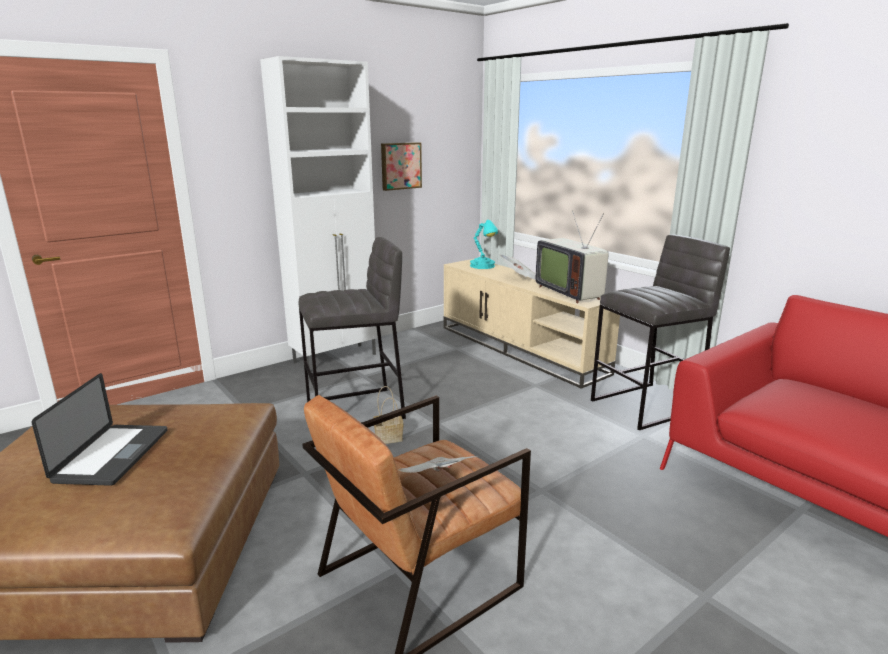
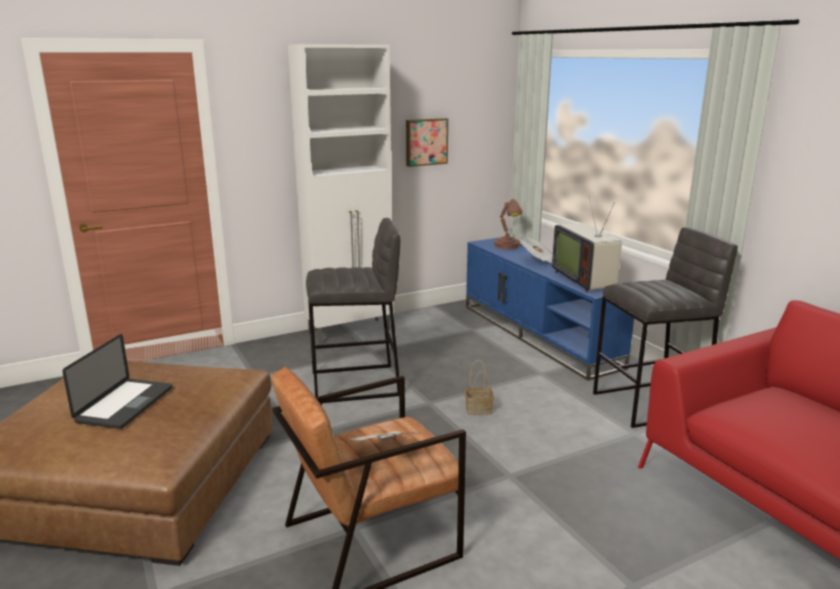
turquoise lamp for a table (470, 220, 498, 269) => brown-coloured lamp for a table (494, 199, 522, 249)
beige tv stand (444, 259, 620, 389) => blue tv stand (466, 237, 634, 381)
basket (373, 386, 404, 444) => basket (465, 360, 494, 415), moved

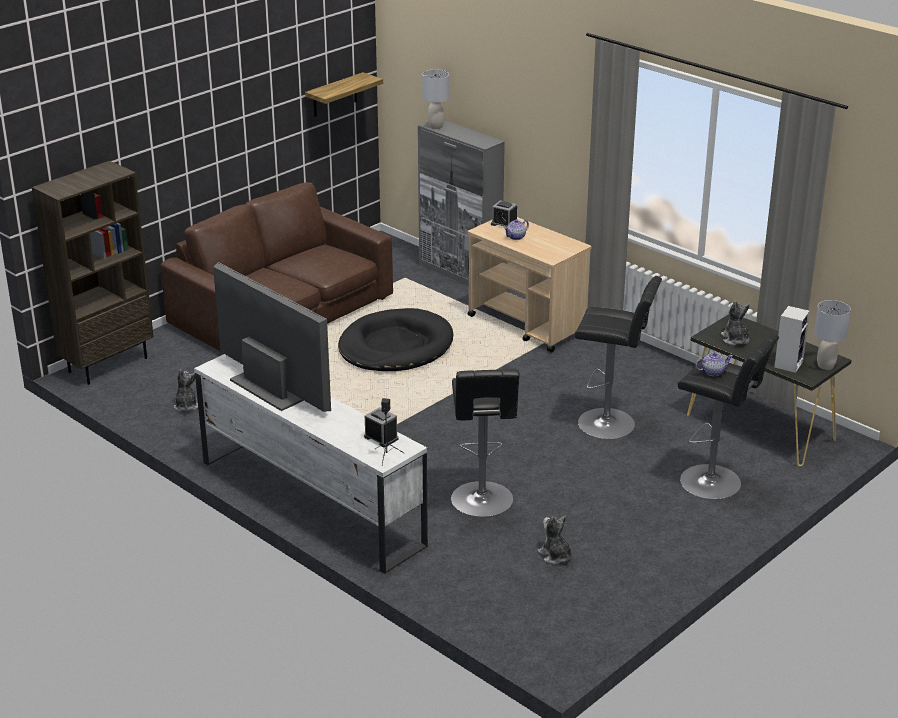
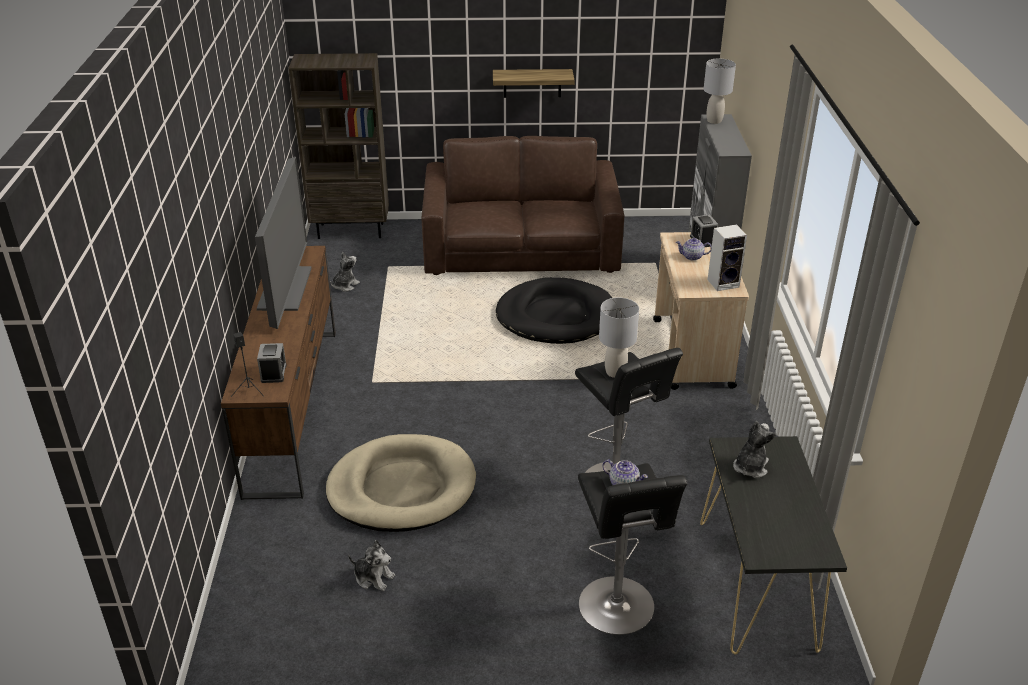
shelf (305, 72, 383, 117) => shelf (493, 69, 575, 98), moved
grey lamp for a table (814, 300, 851, 370) => grey lamp for a table (599, 297, 639, 378), moved
loudspeaker (774, 306, 810, 373) => loudspeaker (708, 224, 747, 291), moved
whitish tv stand (194, 354, 428, 574) => brown-coloured tv stand (221, 246, 336, 500)
black-coloured stool seat (451, 369, 519, 517) => beige dog cushion (326, 434, 476, 532)
soft toy (538, 515, 572, 564) => soft toy (348, 540, 395, 591), 105 degrees clockwise

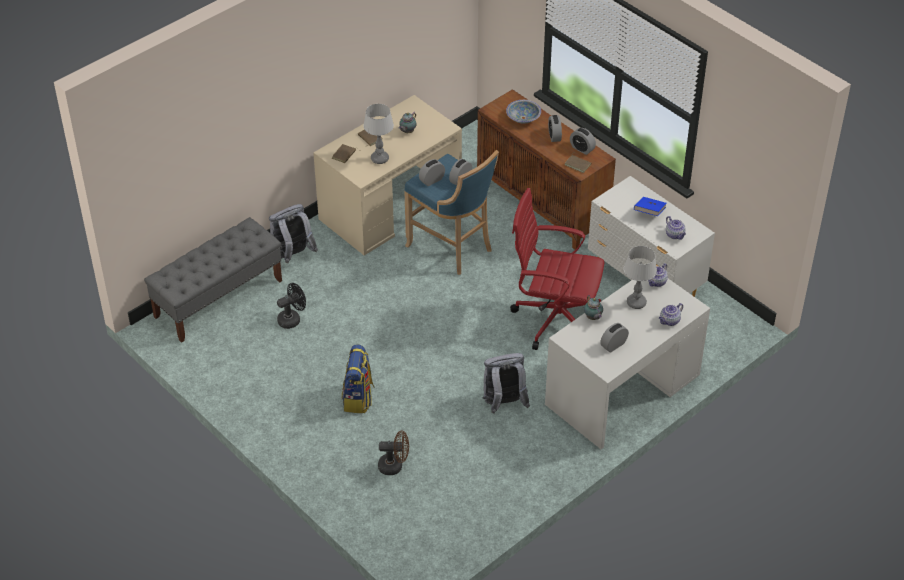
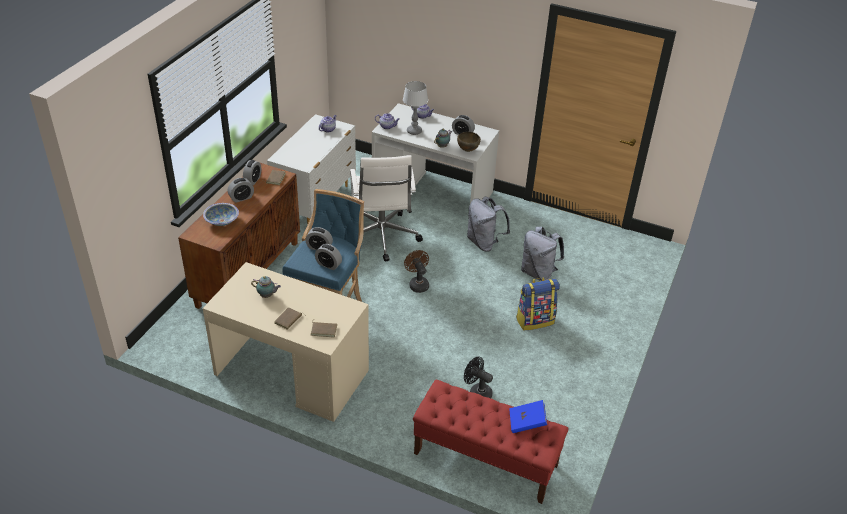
lamp for a table (363, 104, 394, 164) => nothing
reddish computer chair (510, 188, 604, 350) => whitish computer chair (350, 155, 423, 262)
blue volume (634, 197, 667, 216) => blue volume (509, 400, 547, 433), moved
grey backpack (269, 204, 318, 263) => grey backpack (521, 227, 564, 281), moved
grey long seat (144, 217, 282, 343) => reddish long seat (413, 379, 569, 504)
brown-coloured cooling fan (378, 431, 409, 475) => brown-coloured cooling fan (404, 250, 429, 293), moved
nothing => brown-coloured bowl (457, 132, 481, 152)

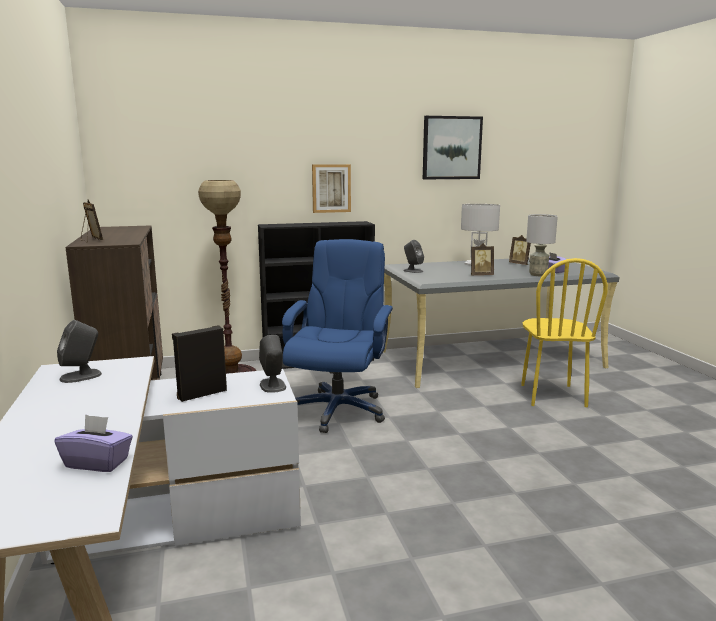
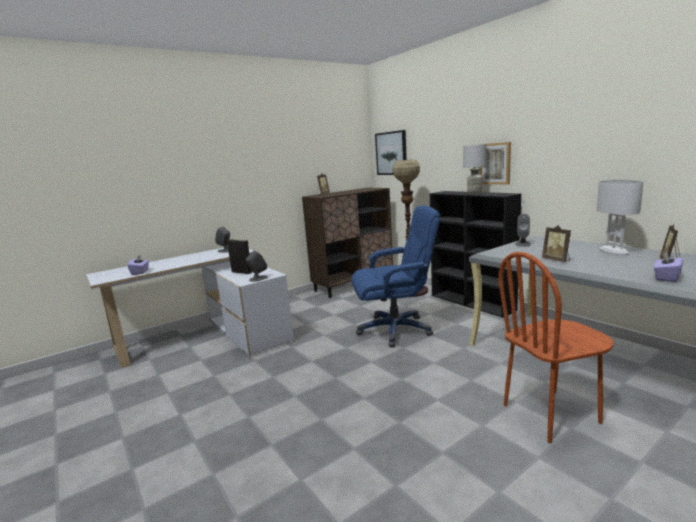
wall picture (423, 116, 483, 180) => wall picture (375, 130, 407, 175), moved
grey lamp for a table (526, 214, 558, 276) => grey lamp for a table (463, 144, 487, 194), moved
yellow-coloured chair (521, 258, 608, 407) => brown-coloured chair (498, 252, 613, 443)

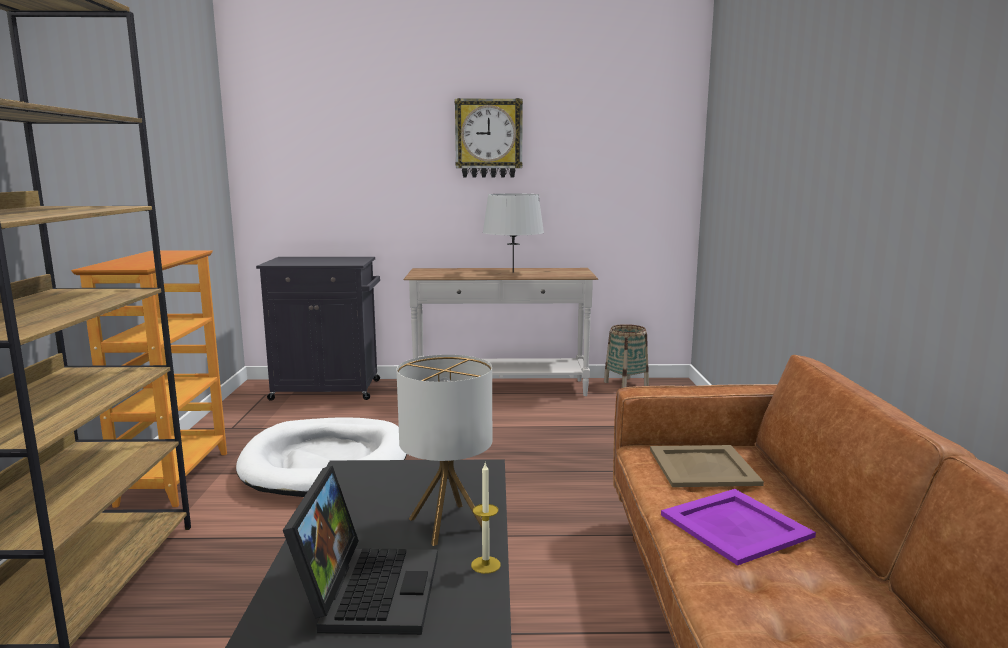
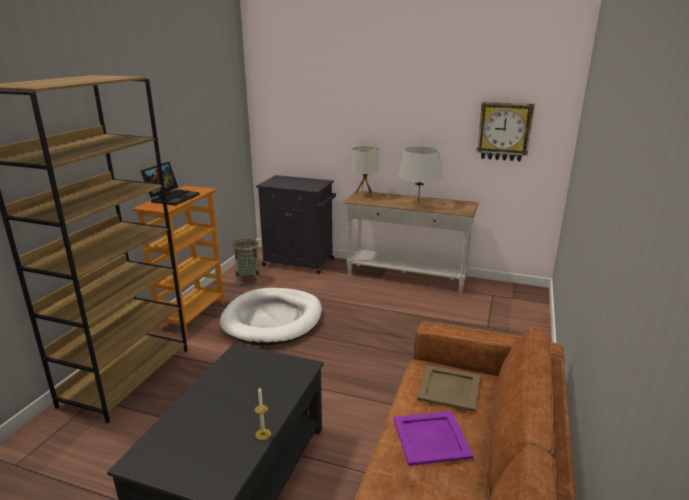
wall clock (455, 98, 523, 178) => wall clock (477, 102, 535, 161), moved
basket (604, 324, 649, 388) => basket (233, 239, 260, 286), moved
lamp for a table (397, 355, 492, 546) => lamp for a table (352, 146, 379, 198), moved
notebook computer (283, 466, 438, 635) => notebook computer (141, 162, 200, 206), moved

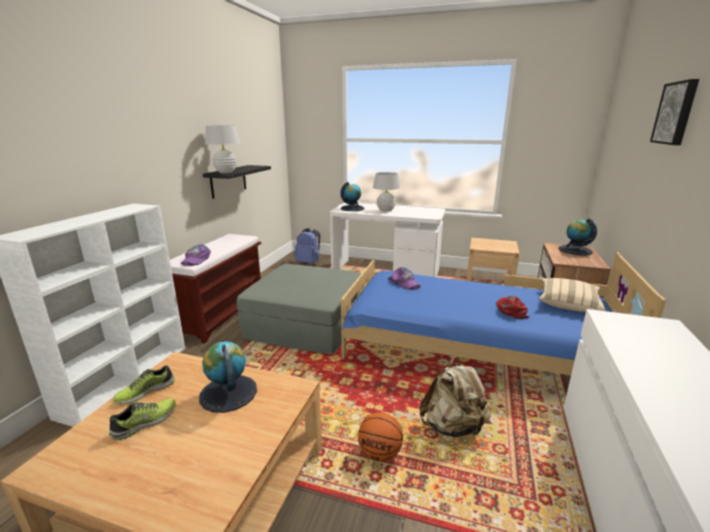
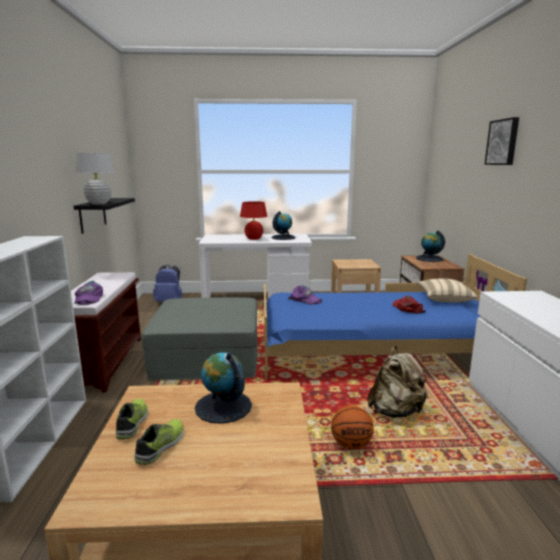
whitish lamp for a table (373, 172, 400, 211) => reddish lamp for a table (240, 201, 267, 240)
world globe (340, 182, 364, 211) => world globe (272, 211, 295, 240), moved
low shoe (113, 365, 175, 404) => low shoe (116, 398, 148, 440), 150 degrees clockwise

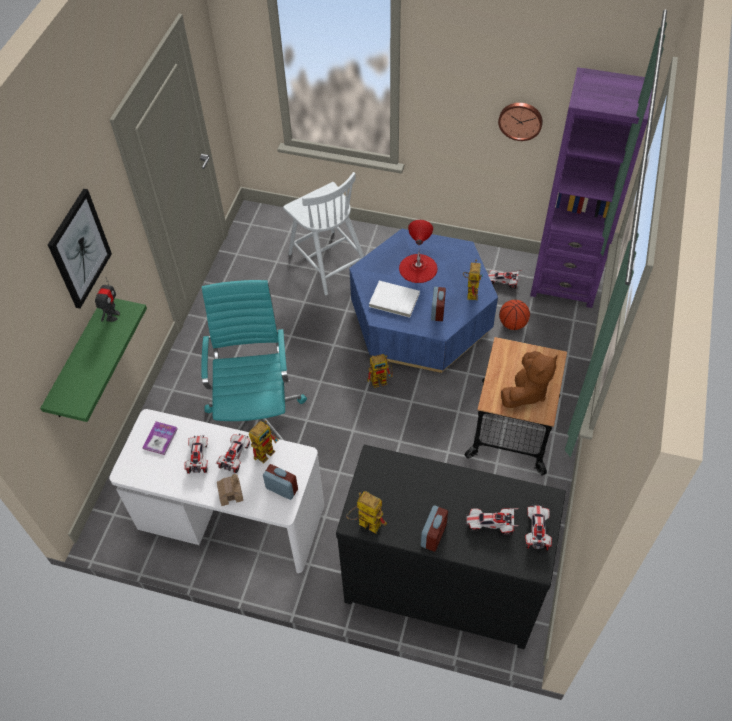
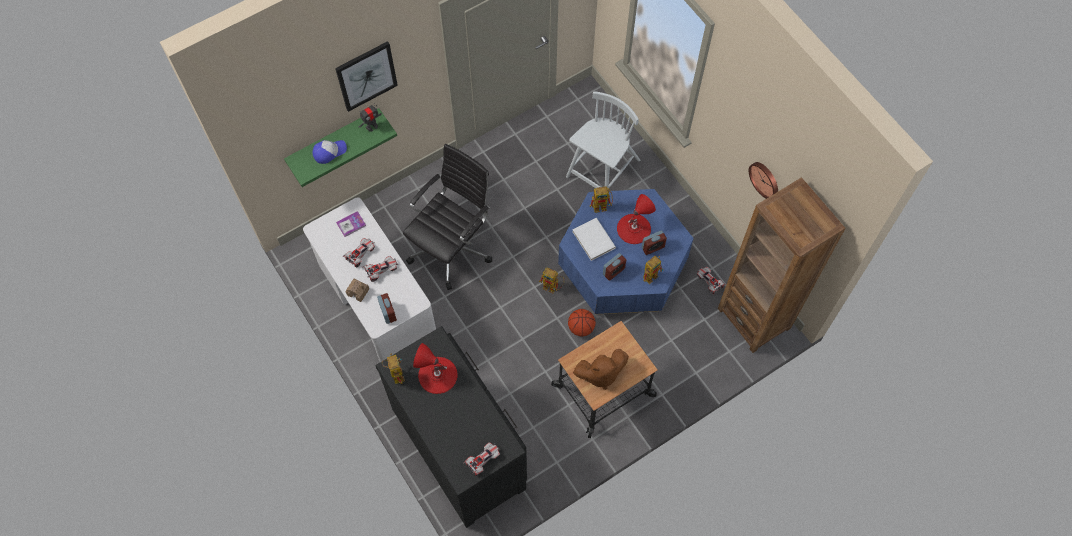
purple bookcase (530, 67, 652, 308) => brown-coloured bookcase (718, 177, 845, 353)
whitish chair (283, 172, 364, 295) => whitish chair (566, 91, 640, 188), 150 degrees counterclockwise
turquoise computer chair (201, 280, 307, 441) => black-coloured computer chair (403, 144, 492, 290)
basketball ball (499, 300, 530, 330) => basketball ball (568, 309, 596, 337), moved
toy robot (249, 420, 279, 463) => toy robot (590, 186, 613, 213), moved
table clock (421, 505, 448, 552) => table clock (642, 230, 667, 255), moved
toy car (466, 508, 519, 535) => nothing
nothing => baseball cap (313, 140, 347, 164)
nothing => reddish lamp for a table (413, 343, 458, 394)

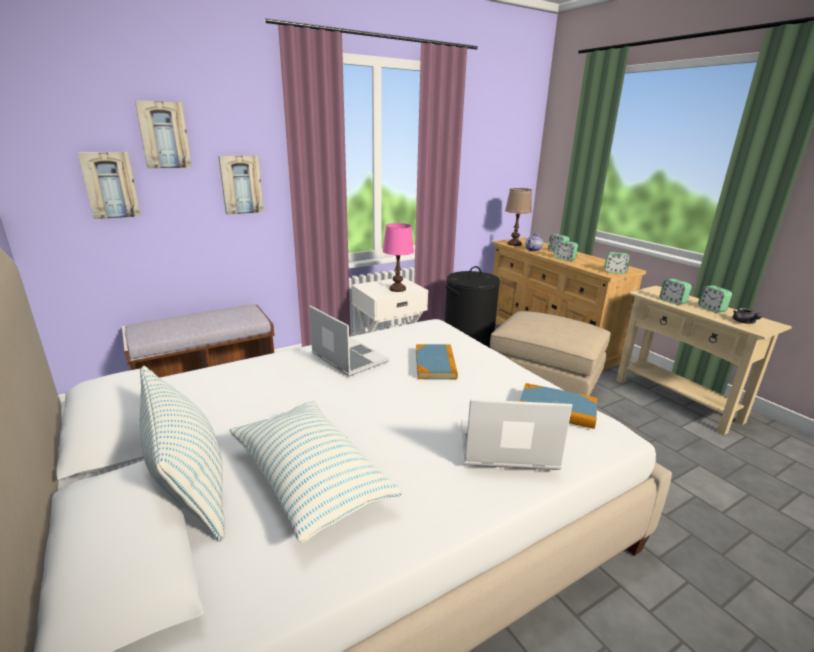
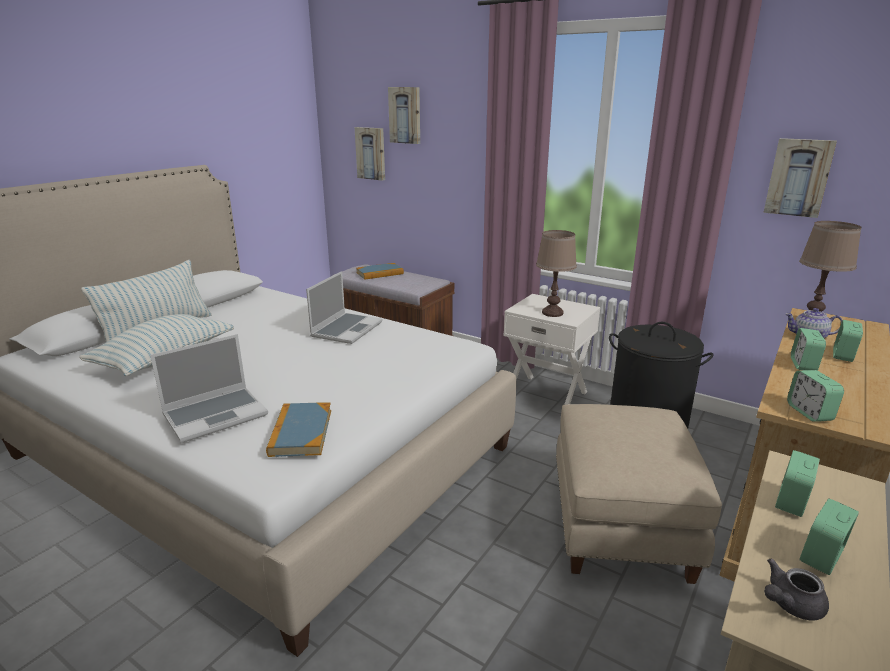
wall picture (218, 155, 264, 215) => wall picture (763, 138, 837, 218), moved
pinkish lamp for a table (383, 223, 414, 292) => brown-coloured lamp for a table (536, 230, 577, 317)
volume (416, 344, 458, 380) => volume (356, 263, 404, 280), moved
notebook computer (461, 399, 573, 470) => notebook computer (150, 334, 268, 442), 75 degrees clockwise

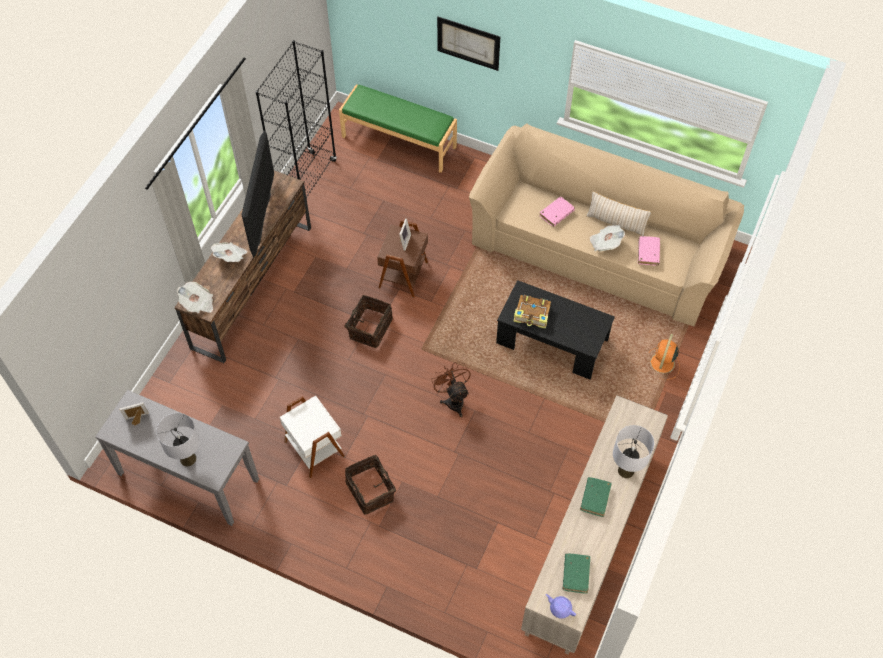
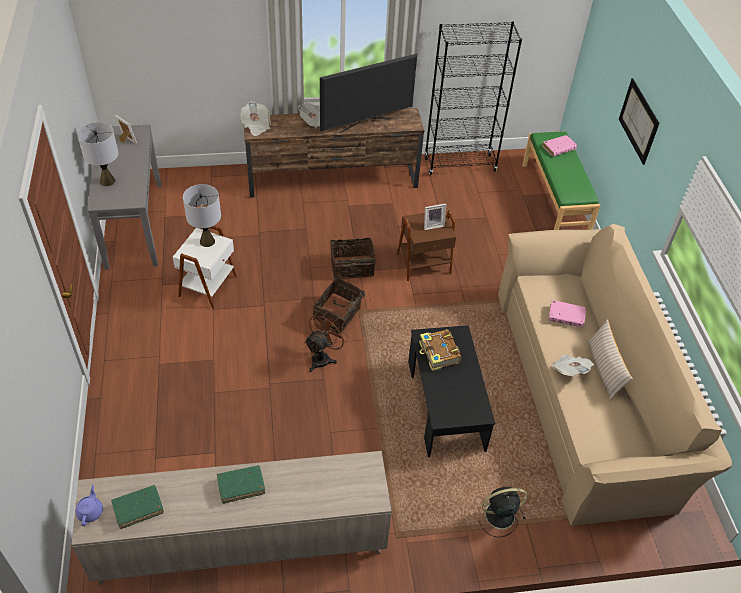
pinkish volume (638, 236, 660, 265) => pinkish volume (543, 135, 577, 156), moved
orangey cooling fan (650, 334, 680, 380) => black-coloured cooling fan (479, 487, 528, 537)
grey lamp for a table (613, 425, 654, 478) => grey lamp for a table (183, 184, 221, 247), moved
basket (345, 455, 396, 514) => basket (313, 278, 371, 334), moved

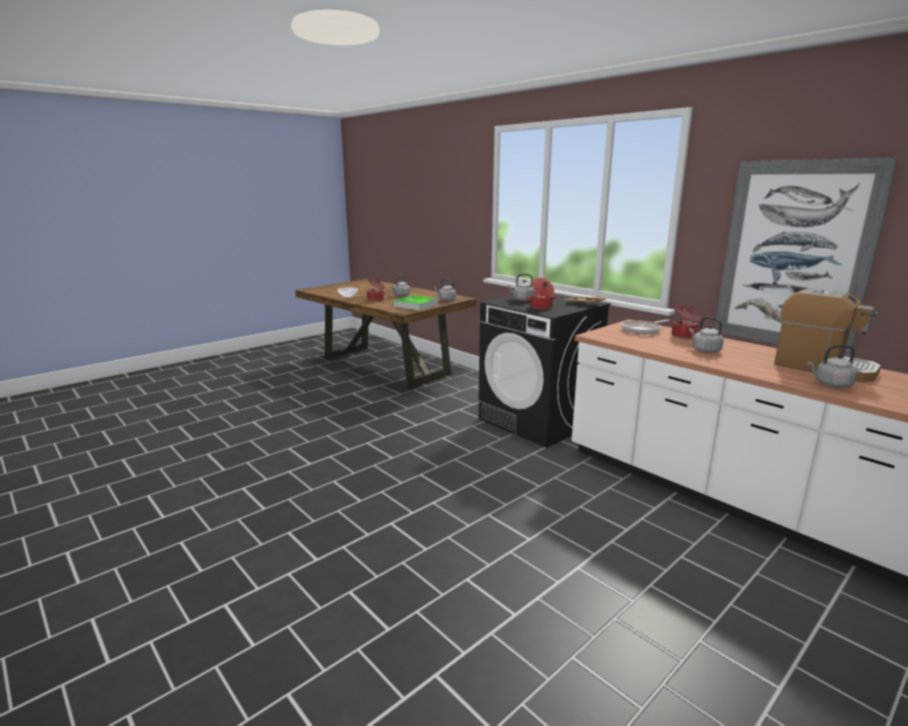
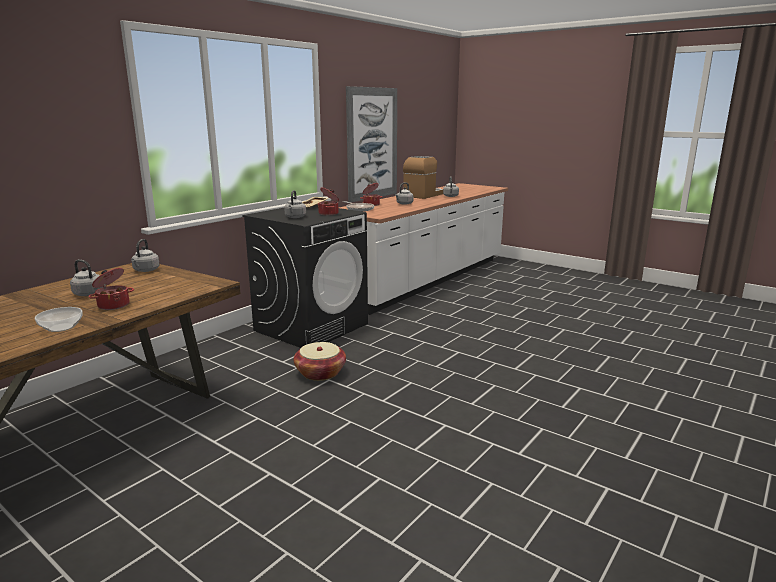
serving tray (393, 295, 437, 310) => nothing
nothing => basket (294, 342, 346, 381)

